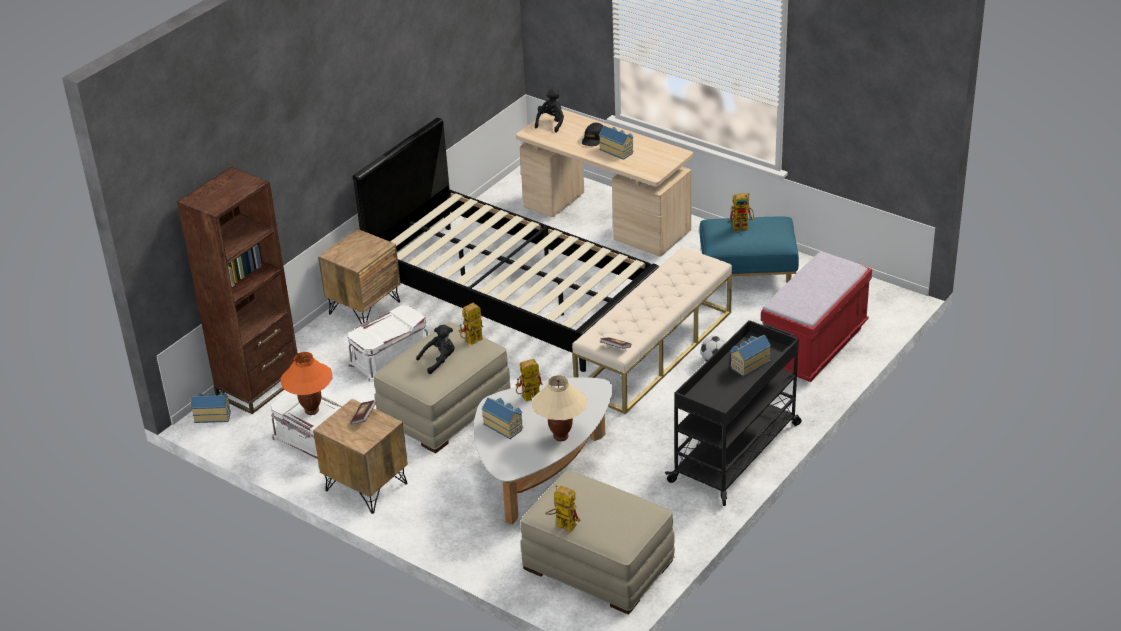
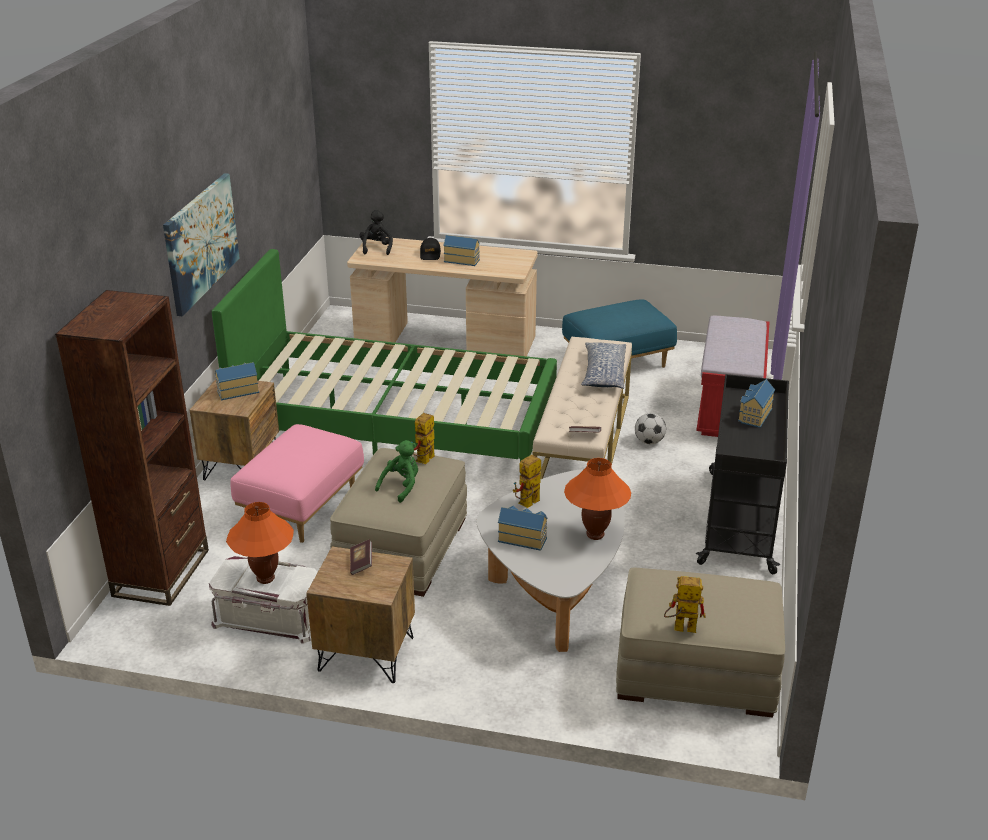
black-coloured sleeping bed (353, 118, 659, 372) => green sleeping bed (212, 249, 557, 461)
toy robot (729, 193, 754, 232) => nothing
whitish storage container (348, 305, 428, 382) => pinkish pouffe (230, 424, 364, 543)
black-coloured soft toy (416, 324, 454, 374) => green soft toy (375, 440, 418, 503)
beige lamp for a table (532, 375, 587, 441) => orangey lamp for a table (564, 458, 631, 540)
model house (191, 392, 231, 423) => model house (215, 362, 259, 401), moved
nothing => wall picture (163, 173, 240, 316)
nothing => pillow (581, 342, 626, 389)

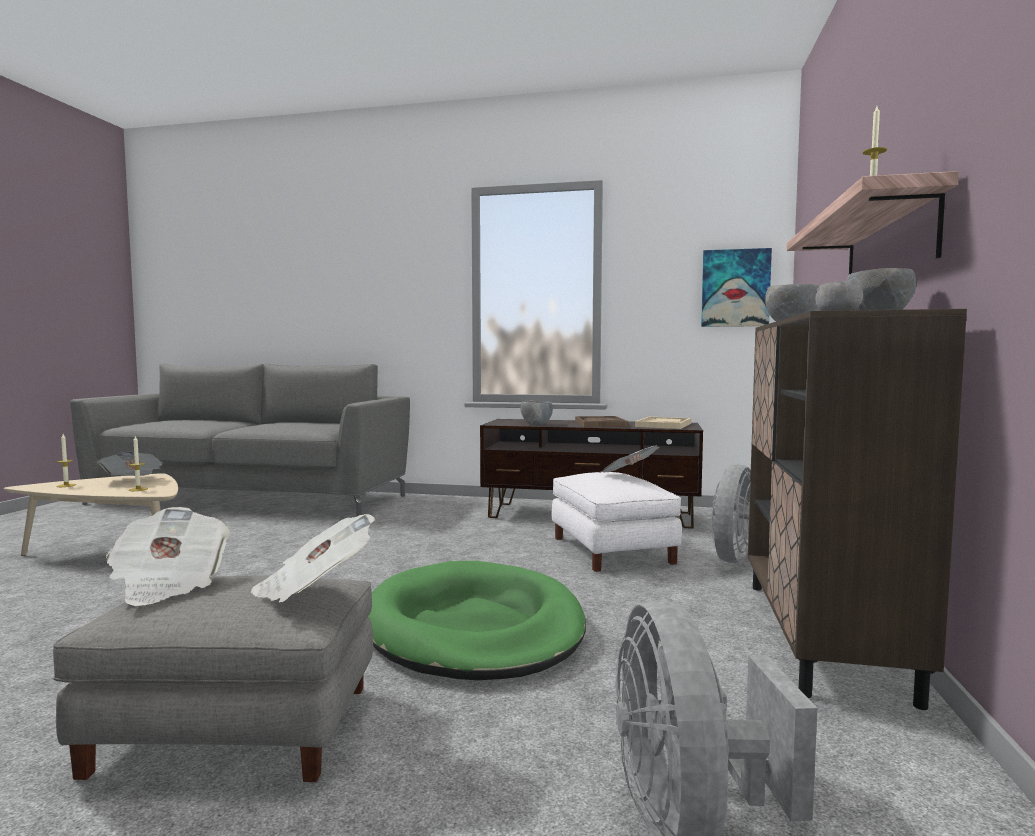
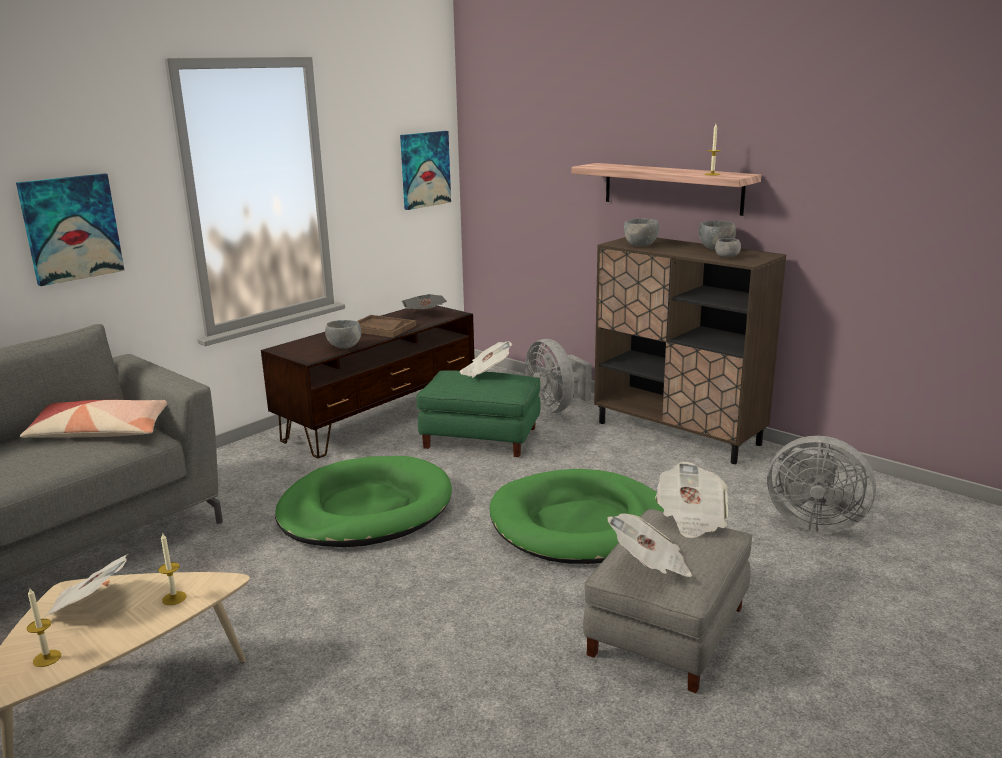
beige serving tray (635, 417, 691, 429) => newspaper (402, 294, 447, 309)
whitish pouffe (552, 472, 682, 572) => green pouffe (416, 371, 541, 457)
nothing => wall picture (16, 173, 125, 286)
nothing => pillow (20, 400, 167, 438)
nothing => green dog cushion (275, 456, 452, 547)

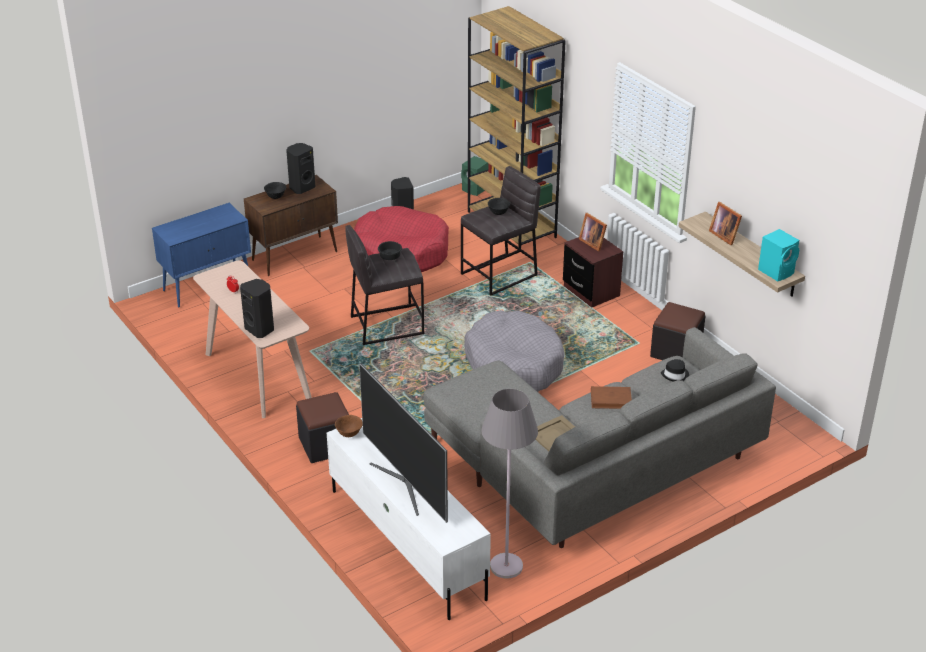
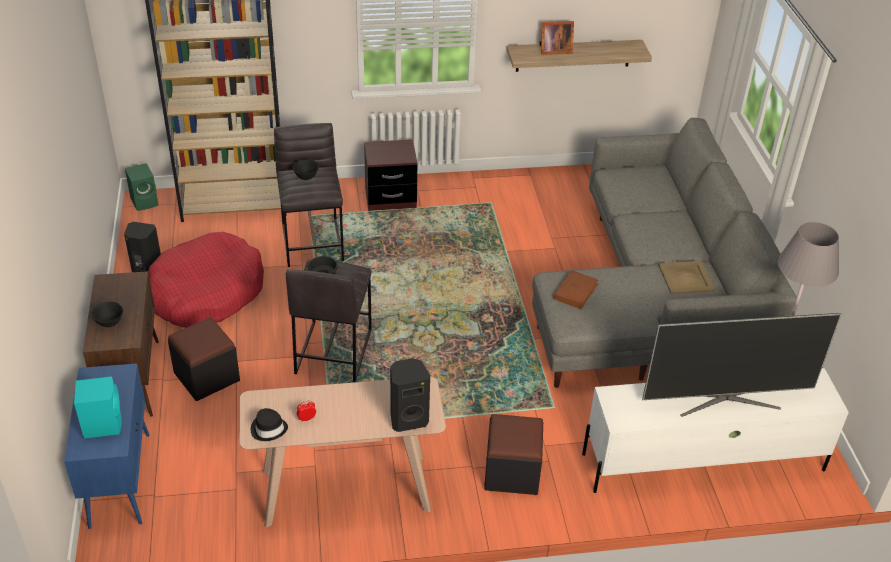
black-coloured loudspeaker (286, 143, 315, 194) => nothing
standing frame (579, 213, 607, 252) => nothing
turquoise loudspeaker (758, 229, 799, 281) => turquoise loudspeaker (74, 376, 122, 439), moved
black-coloured pouffe (650, 302, 705, 360) => black-coloured pouffe (168, 318, 240, 401), moved
grey dog cushion (464, 310, 564, 392) => nothing
black-coloured clothing hat (661, 359, 689, 382) => black-coloured clothing hat (251, 408, 288, 441), moved
brown-coloured volume (591, 386, 632, 409) => brown-coloured volume (553, 270, 598, 309), moved
brown-coloured bowl (335, 415, 363, 437) => nothing

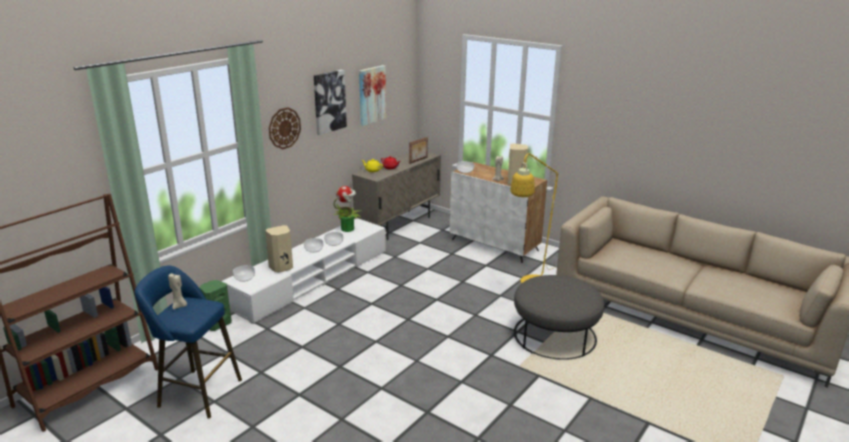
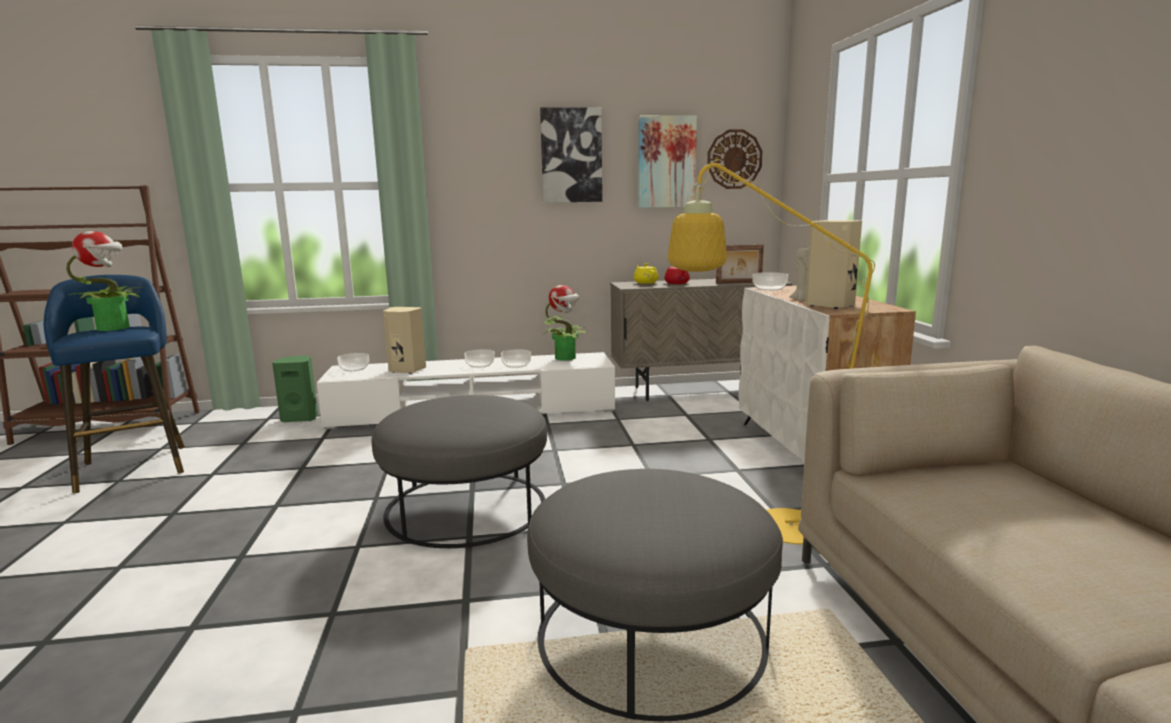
wall clock (269, 107, 301, 149) => wall clock (707, 129, 763, 189), moved
beige candle (168, 273, 187, 310) => plant in a pot (66, 231, 143, 331)
nothing => grey pouffe (372, 395, 547, 548)

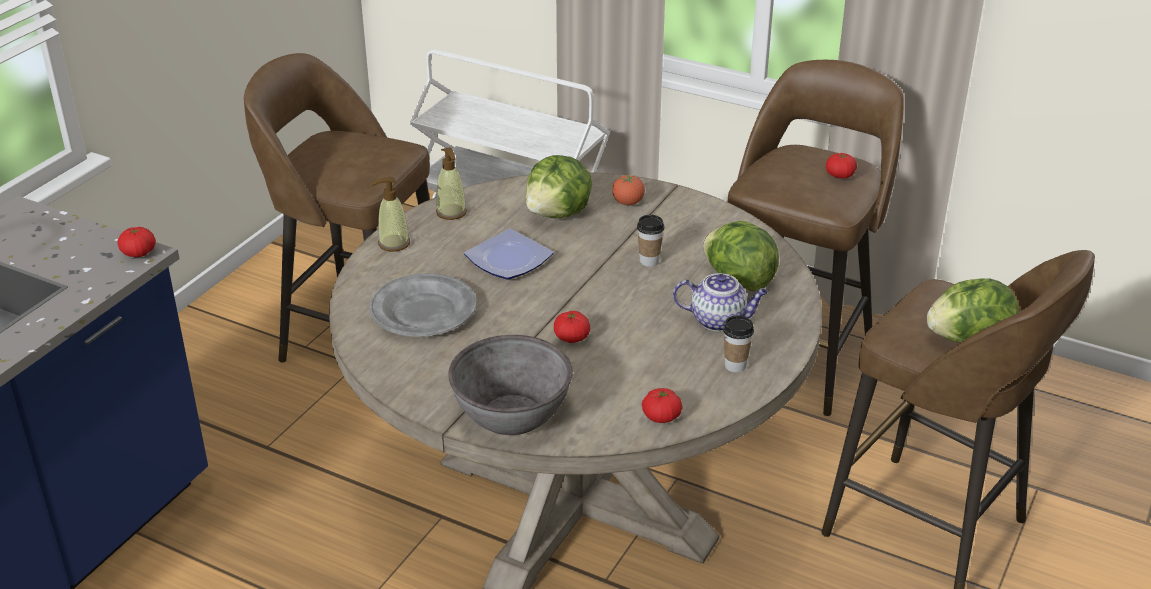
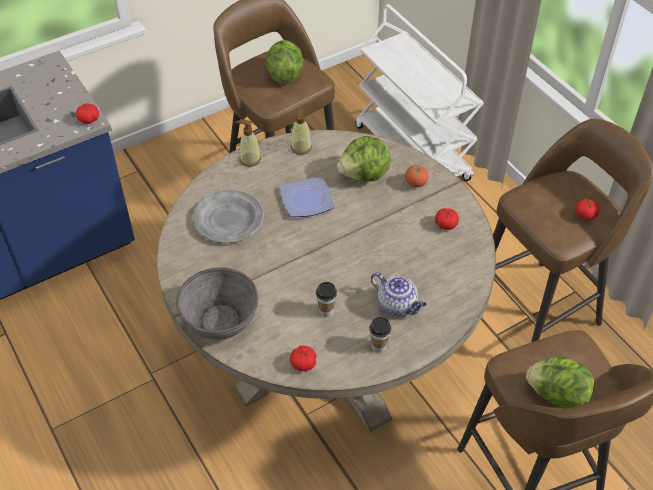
small cup (637, 215, 664, 267) => small cup (316, 282, 337, 317), moved
lettuce (703, 221, 779, 291) => lettuce (266, 40, 304, 84), moved
fresh tomato (554, 311, 590, 343) => fresh tomato (435, 208, 459, 230), moved

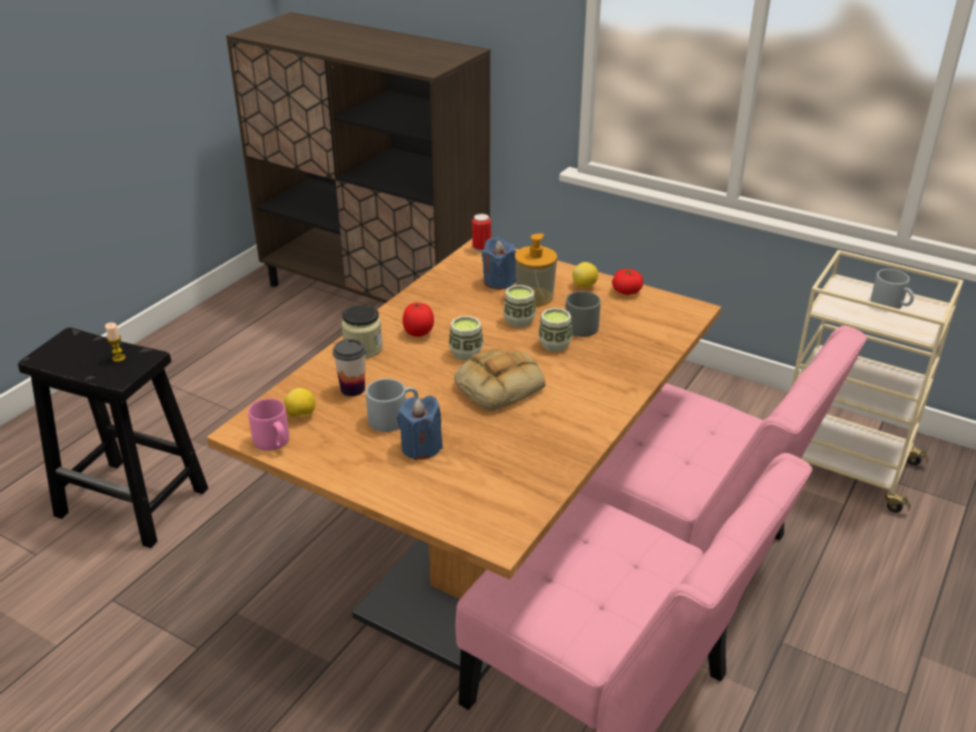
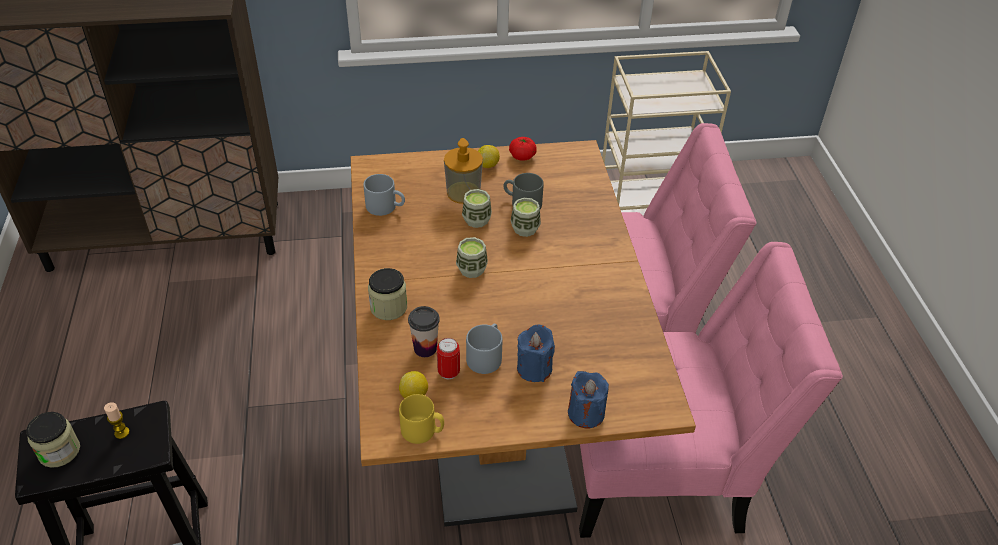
sealed can (472, 213, 491, 252) => sealed can (437, 338, 460, 379), moved
blue candle (482, 237, 516, 290) => blue candle (568, 371, 609, 429), moved
grey coffee mug (871, 269, 914, 309) => grey coffee mug (363, 174, 405, 216), moved
fresh tomato (403, 302, 434, 337) => nothing
baked bread (454, 349, 545, 412) => nothing
pinkish coffee mug (248, 398, 289, 451) => yellow-coloured coffee mug (399, 394, 444, 444)
nothing => preserve jar (26, 412, 80, 468)

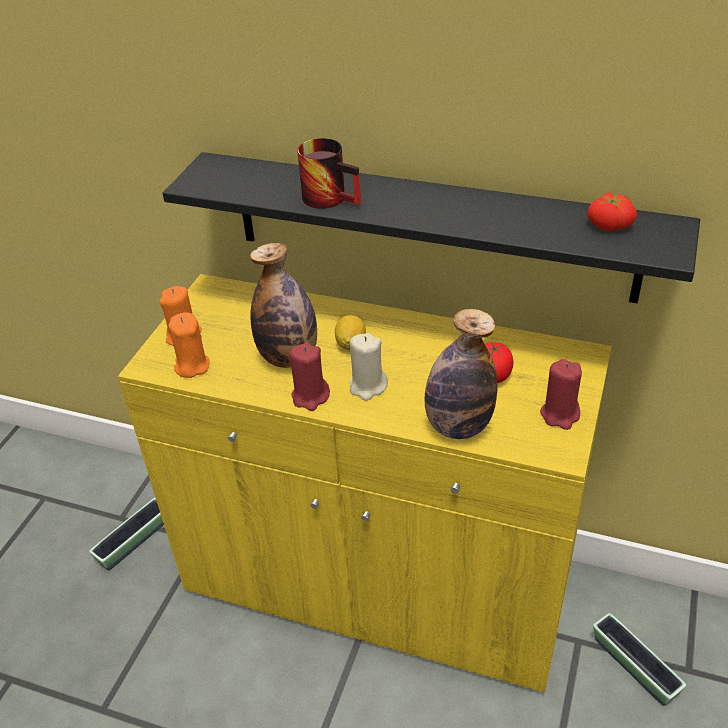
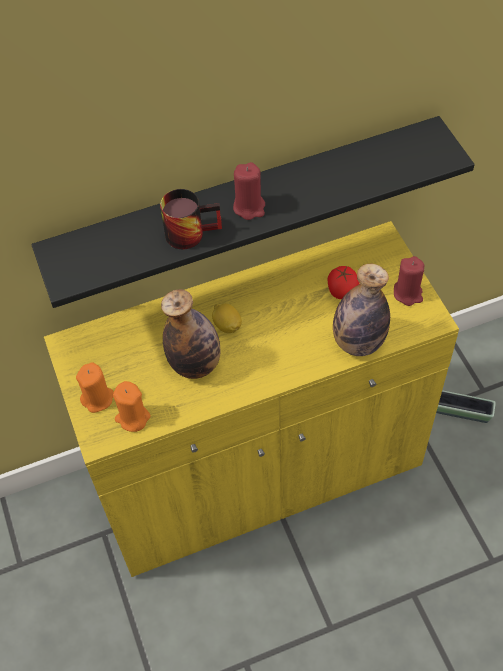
fresh tomato (587, 192, 637, 231) => nothing
beige candle (350, 333, 388, 401) => nothing
reddish candle (289, 343, 330, 411) => reddish candle (233, 162, 265, 220), moved
planter (89, 498, 164, 571) => nothing

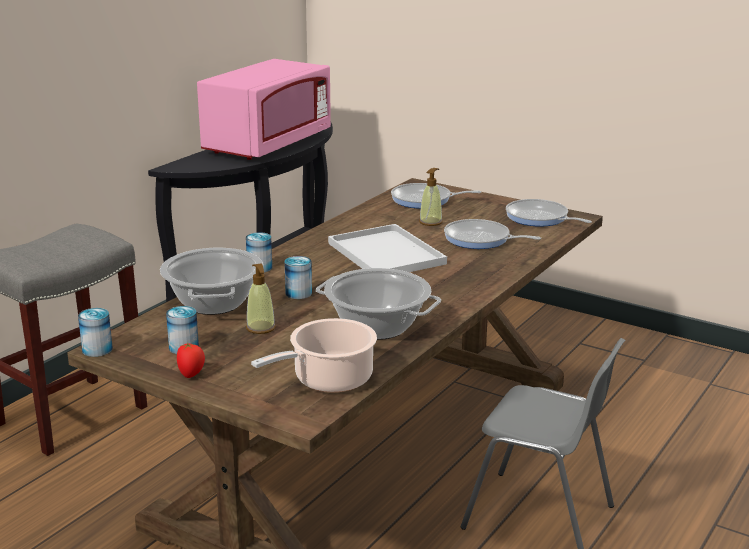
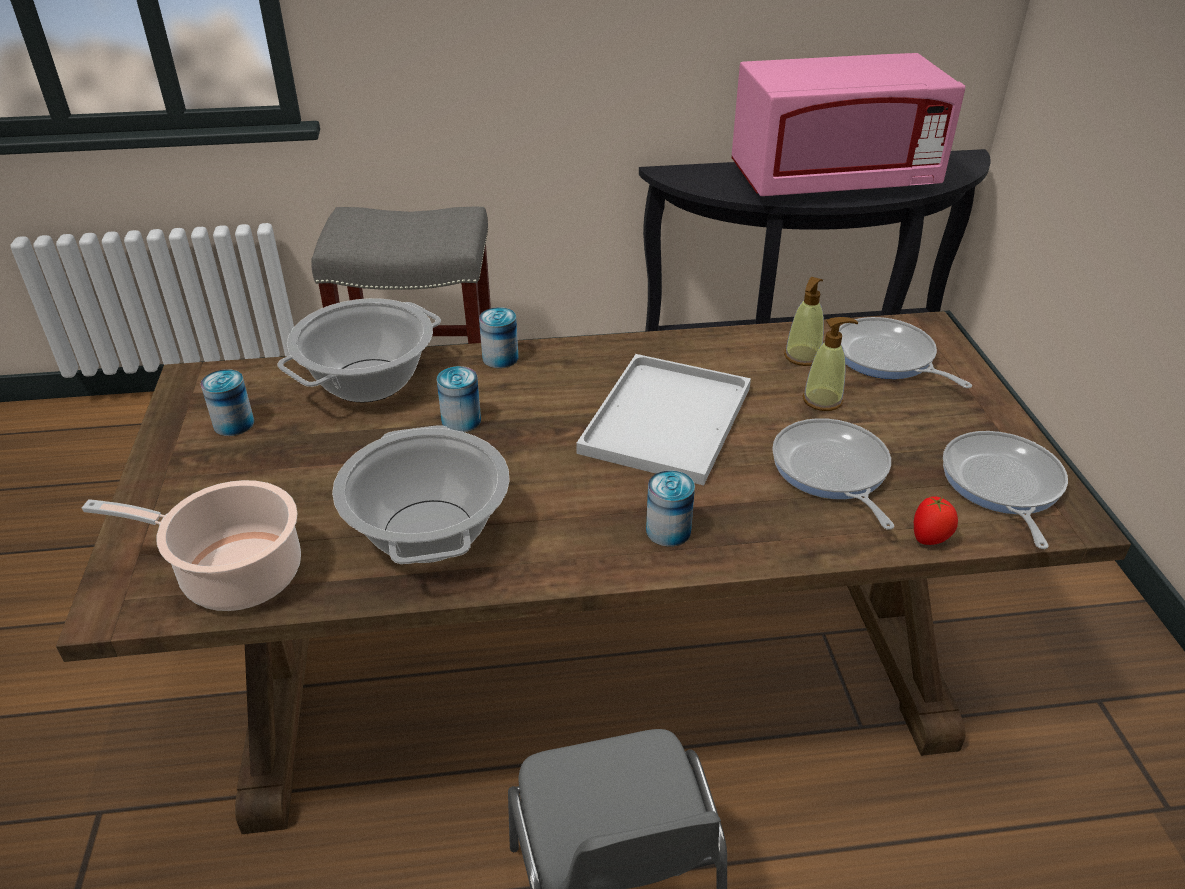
soap dispenser (246, 263, 276, 334) => soap dispenser (784, 277, 824, 366), moved
sealed can (78, 308, 113, 357) => sealed can (646, 470, 695, 547), moved
fresh tomato (177, 342, 205, 378) => fresh tomato (914, 496, 958, 545), moved

